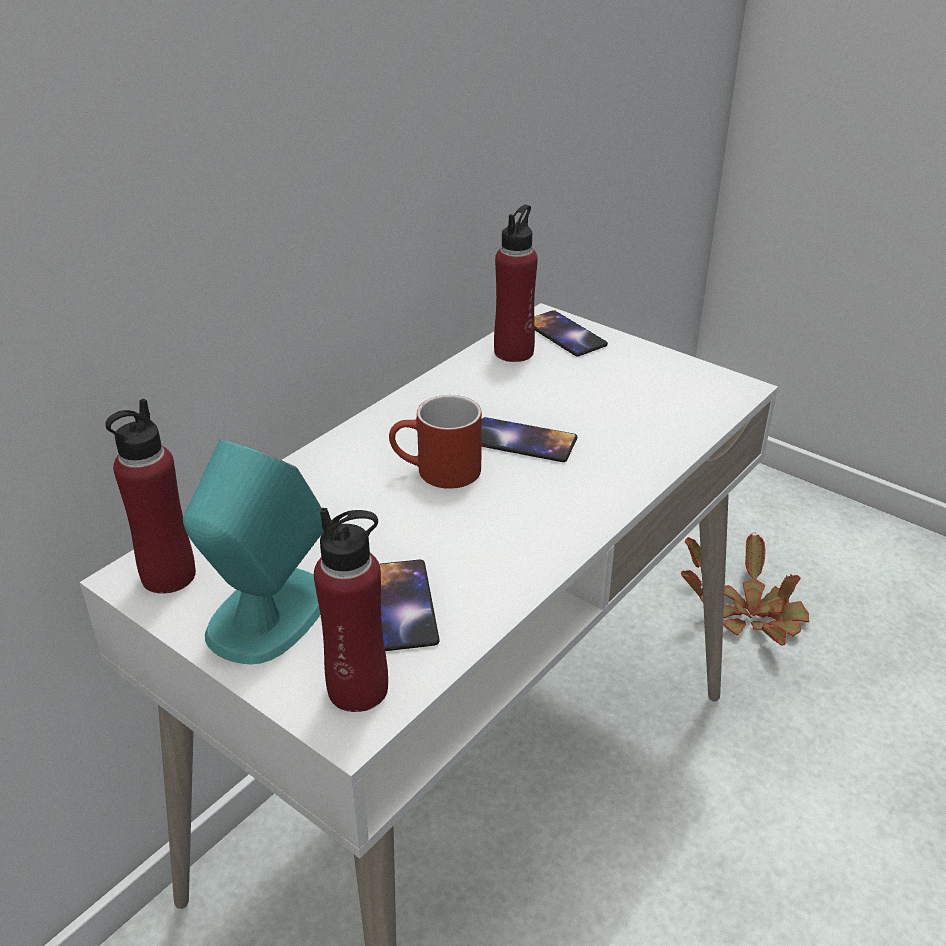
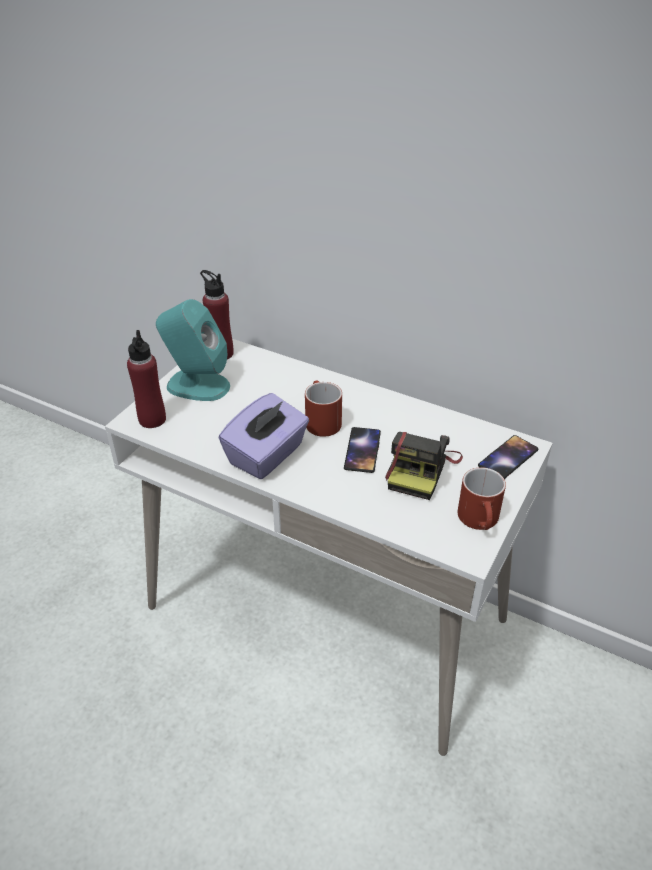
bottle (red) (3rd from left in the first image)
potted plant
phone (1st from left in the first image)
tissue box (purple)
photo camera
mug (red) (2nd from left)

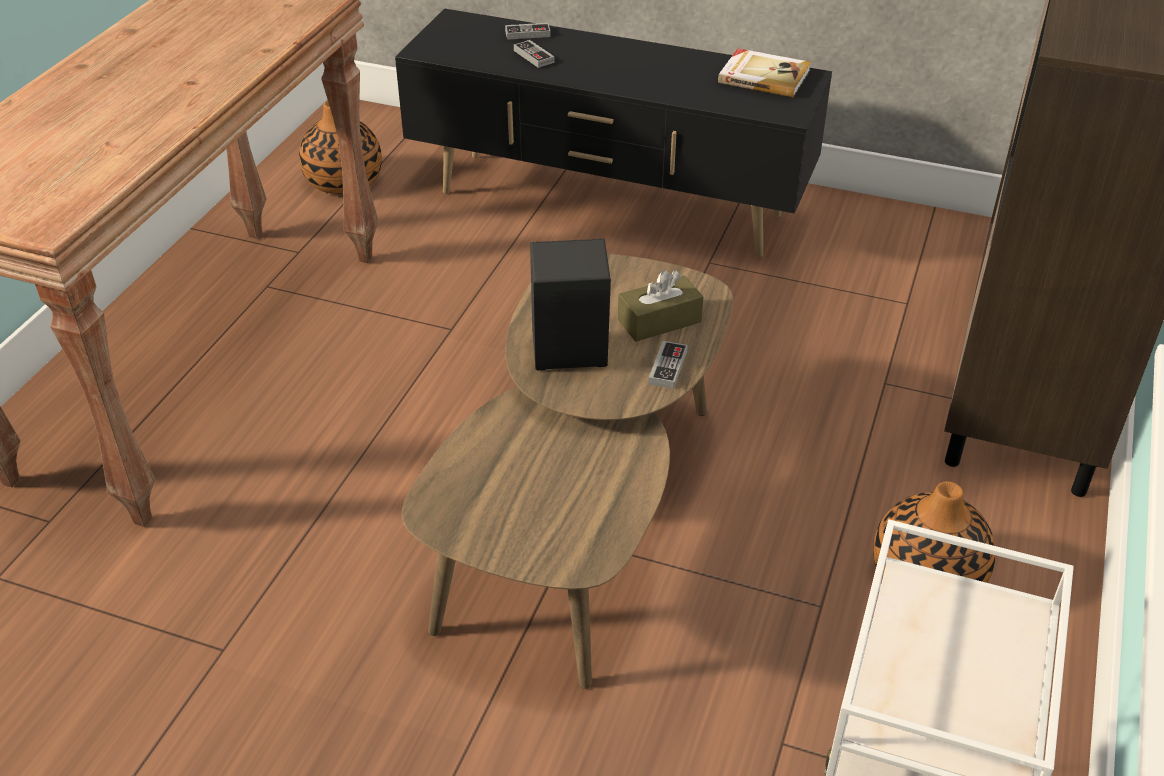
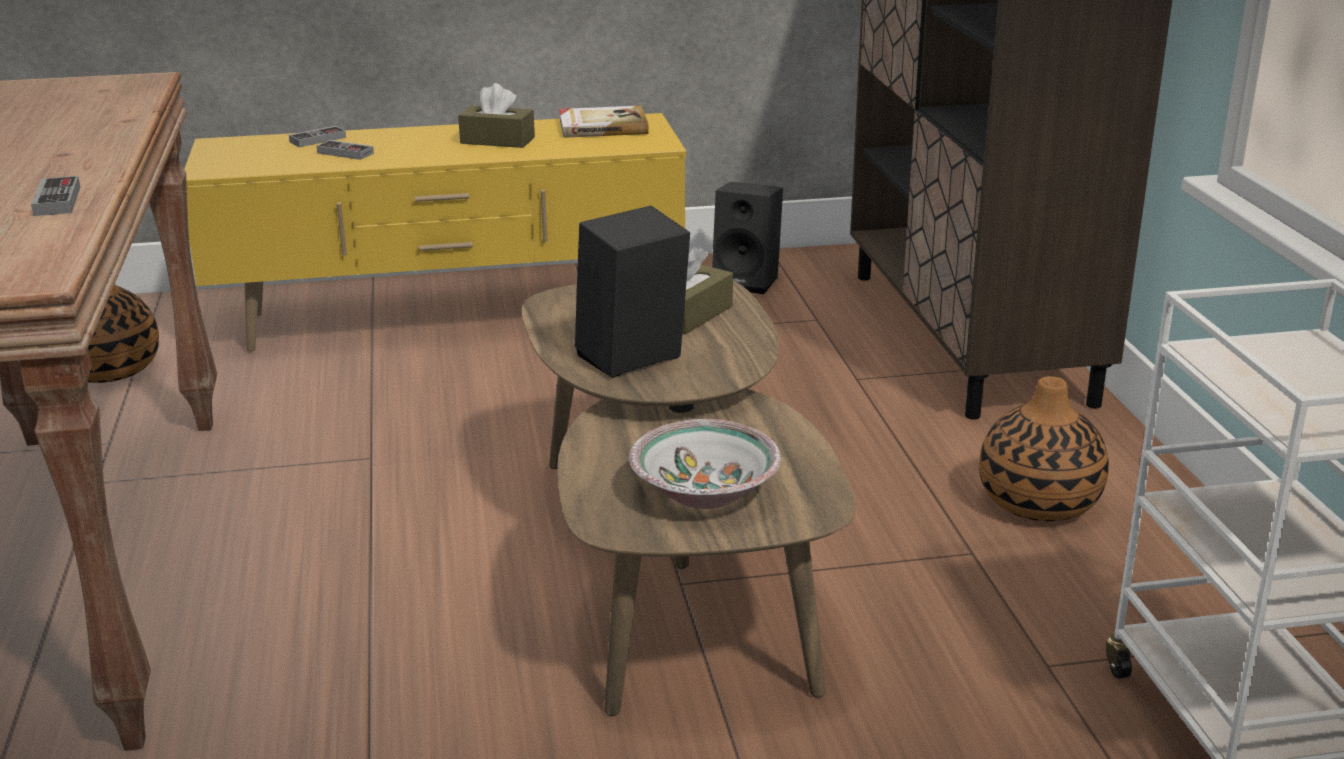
tv stand (yellow)
game controller (1st from left)
tissue box (brown) (1st from left)
speaker (black) (2nd from left)
bowl

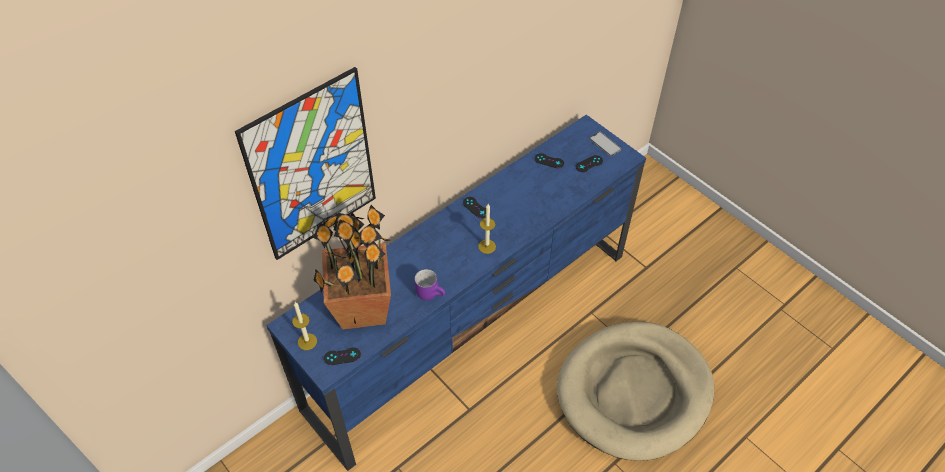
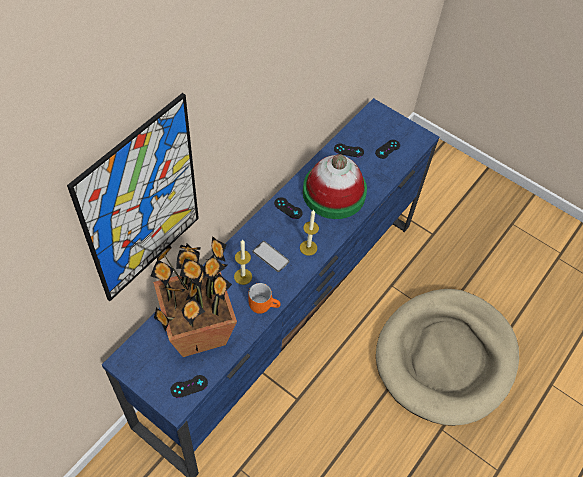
phone
mug (orange)
candle (1st from left)
hat

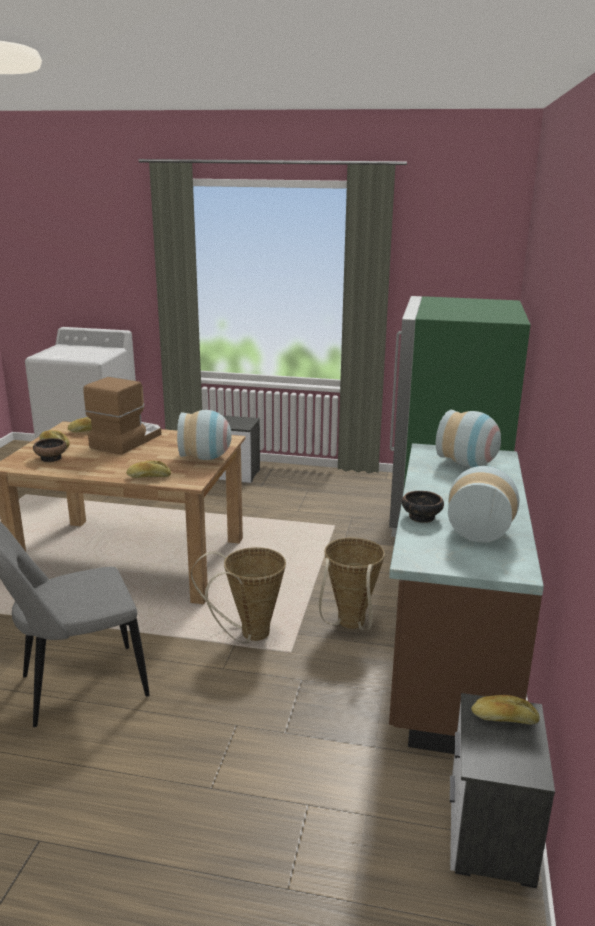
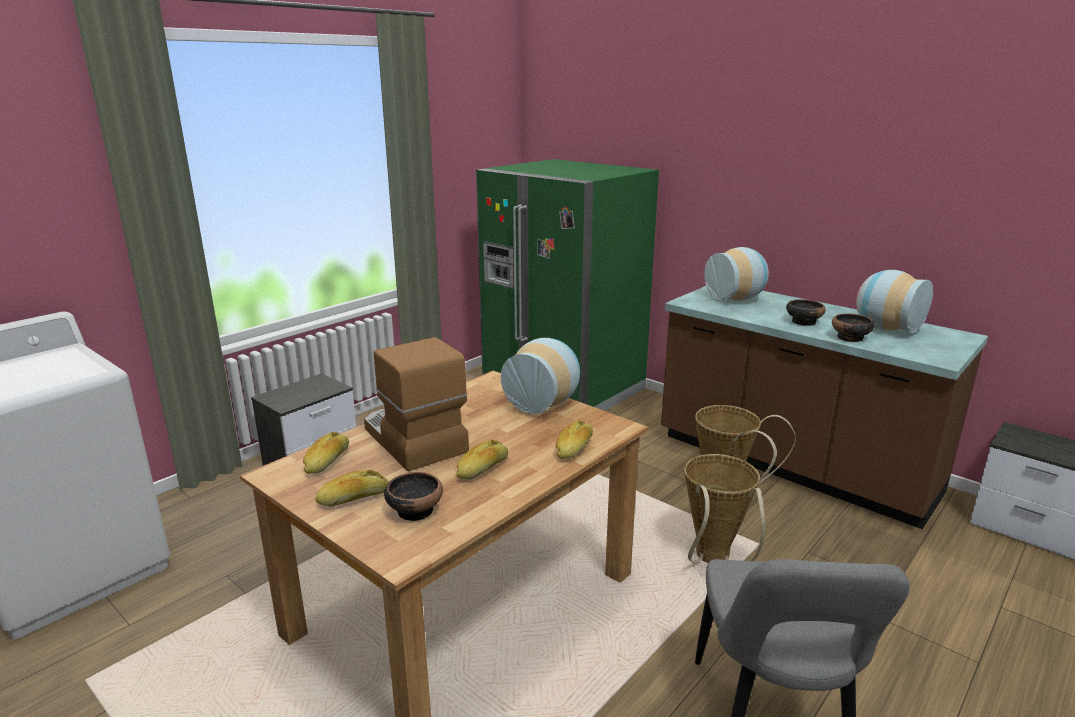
bread (3rd from left)
bowl (2nd from left)

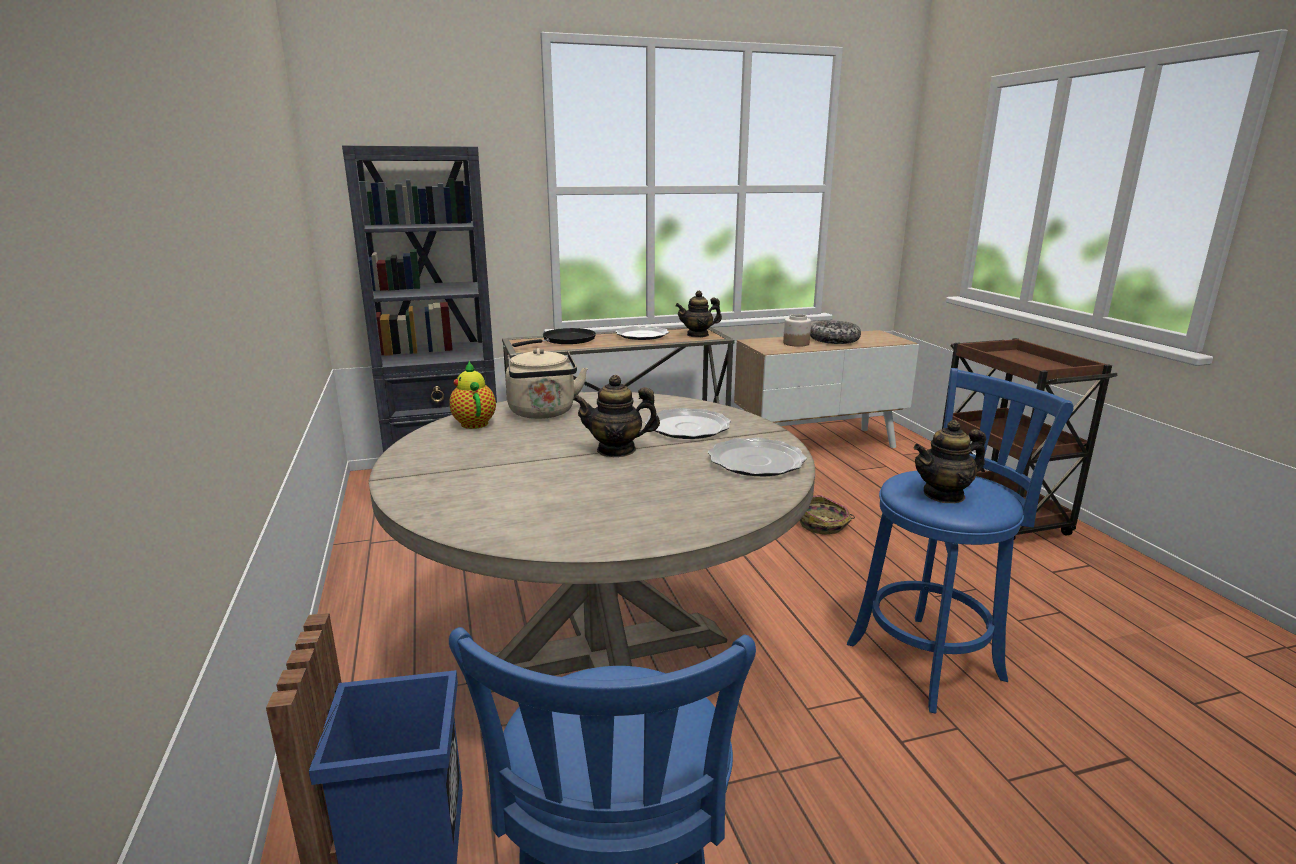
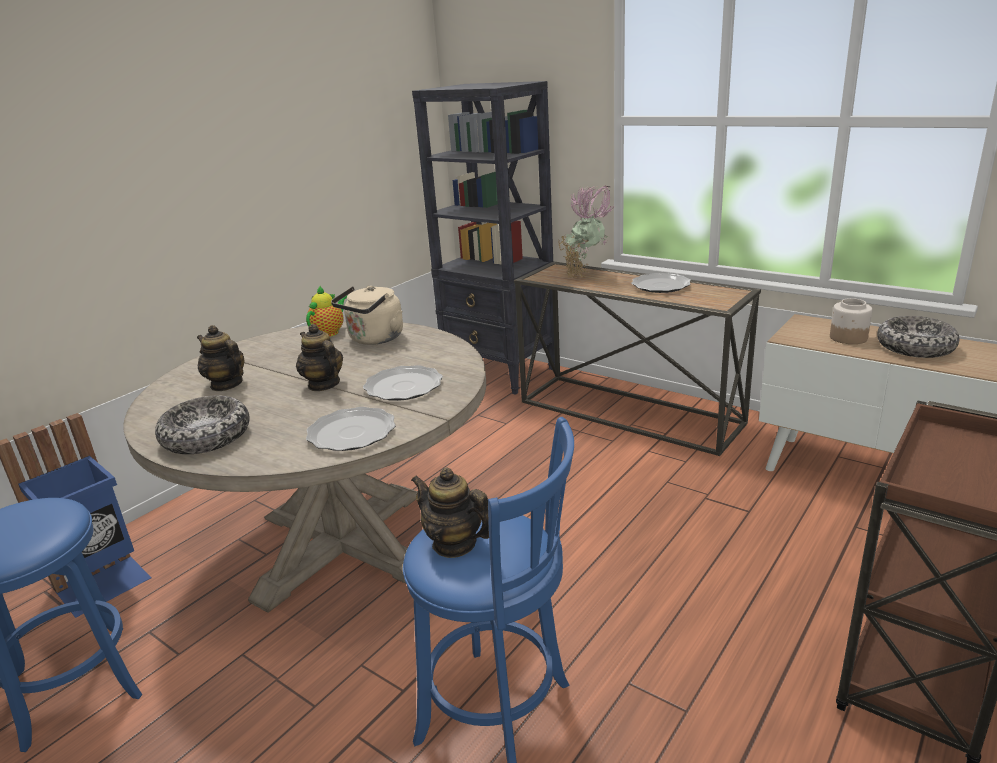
teapot (1st from left)
potted plant
basket
bowl (1st from left)

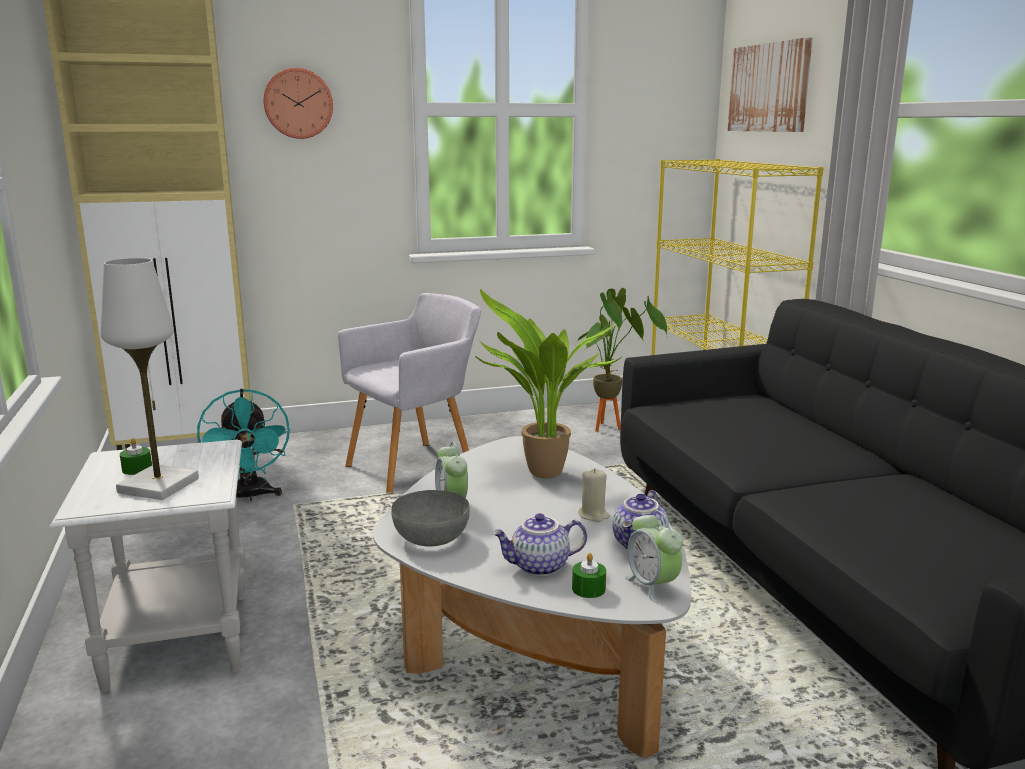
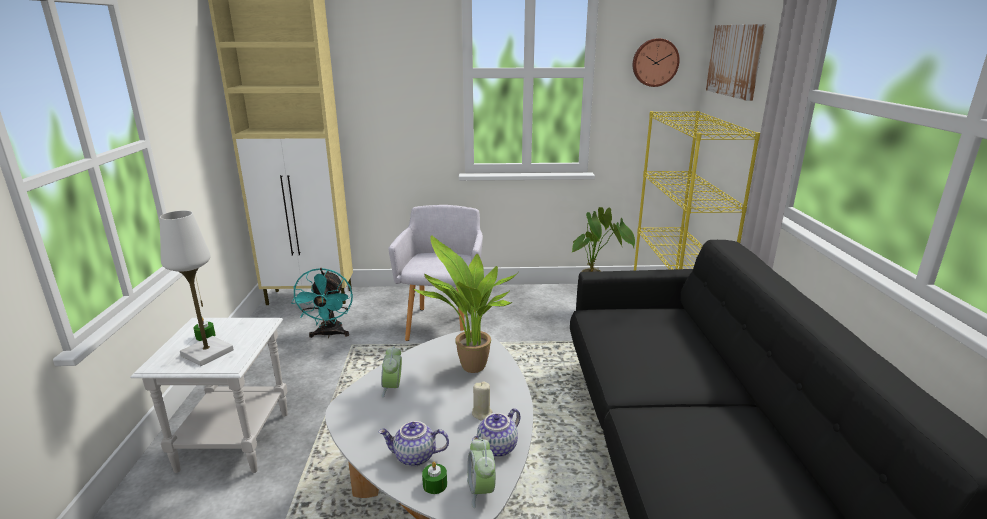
wall clock
armchair (grey)
bowl (grey)

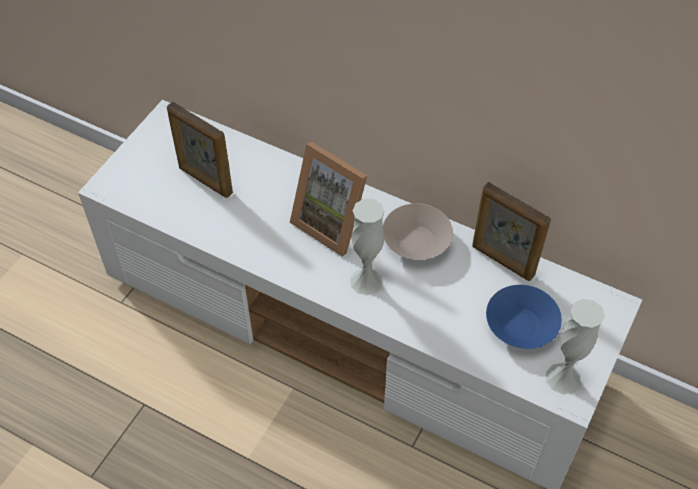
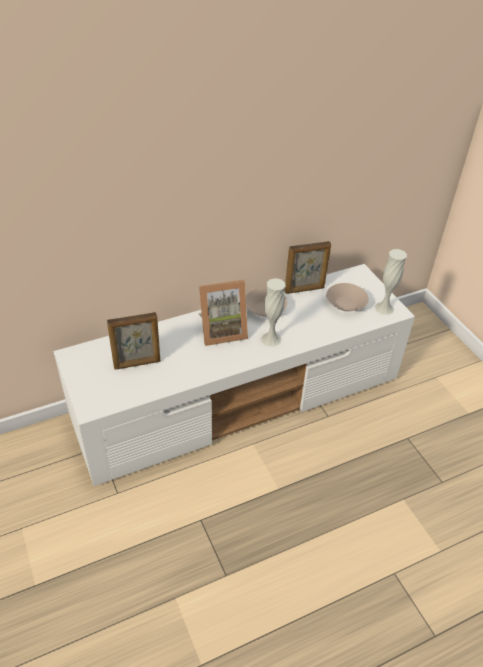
bowl (beige) (2nd from left)

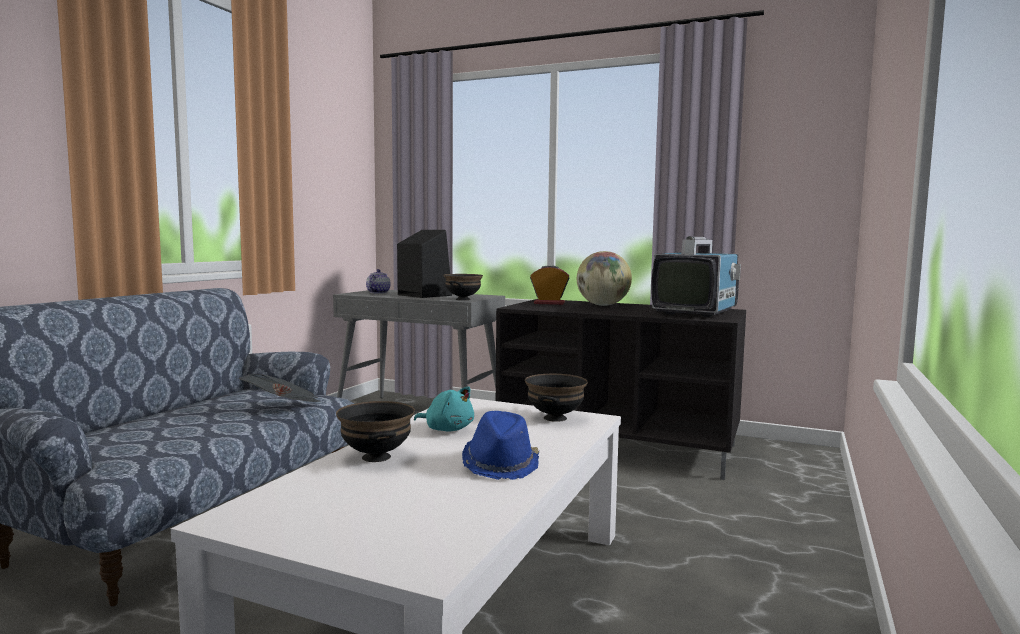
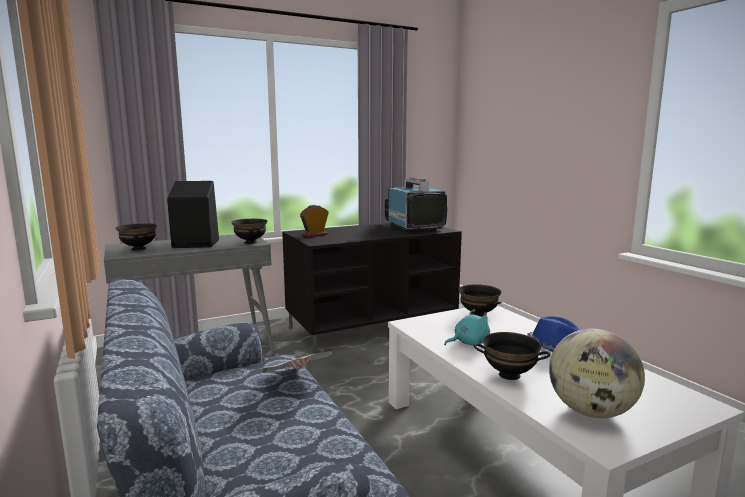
globe
bowl (black) (1st from left)

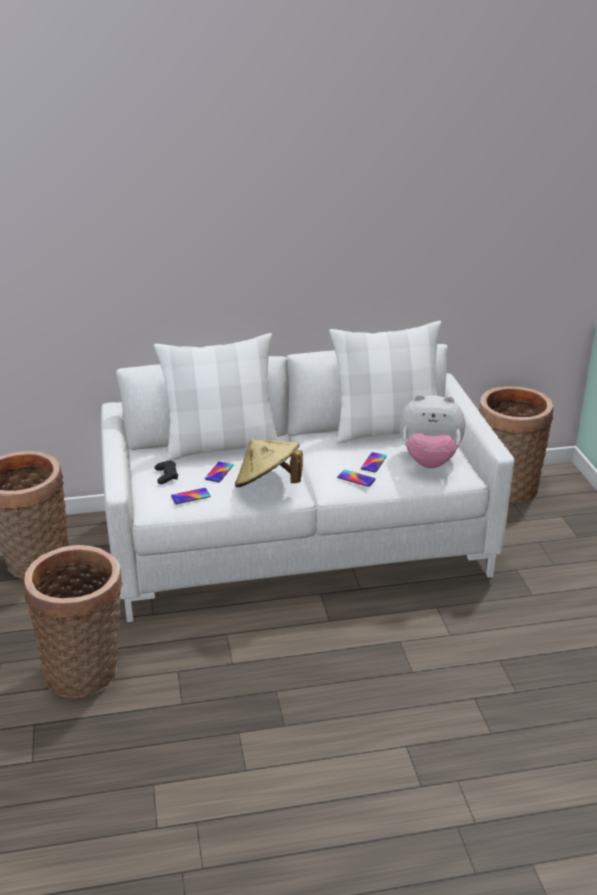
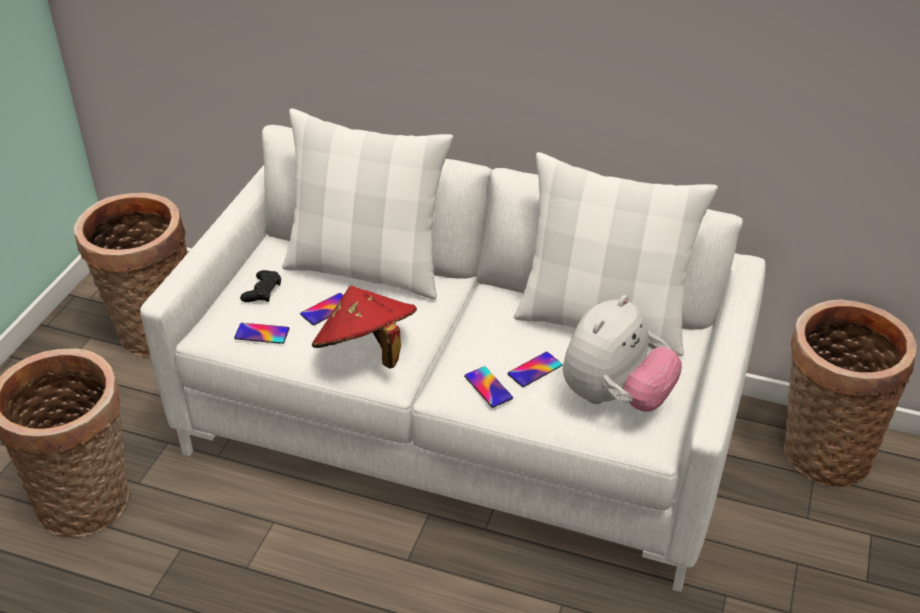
plush toy
hat (red)

